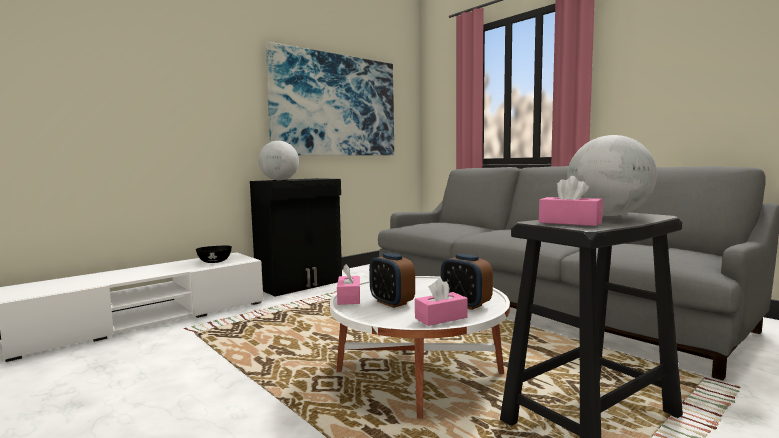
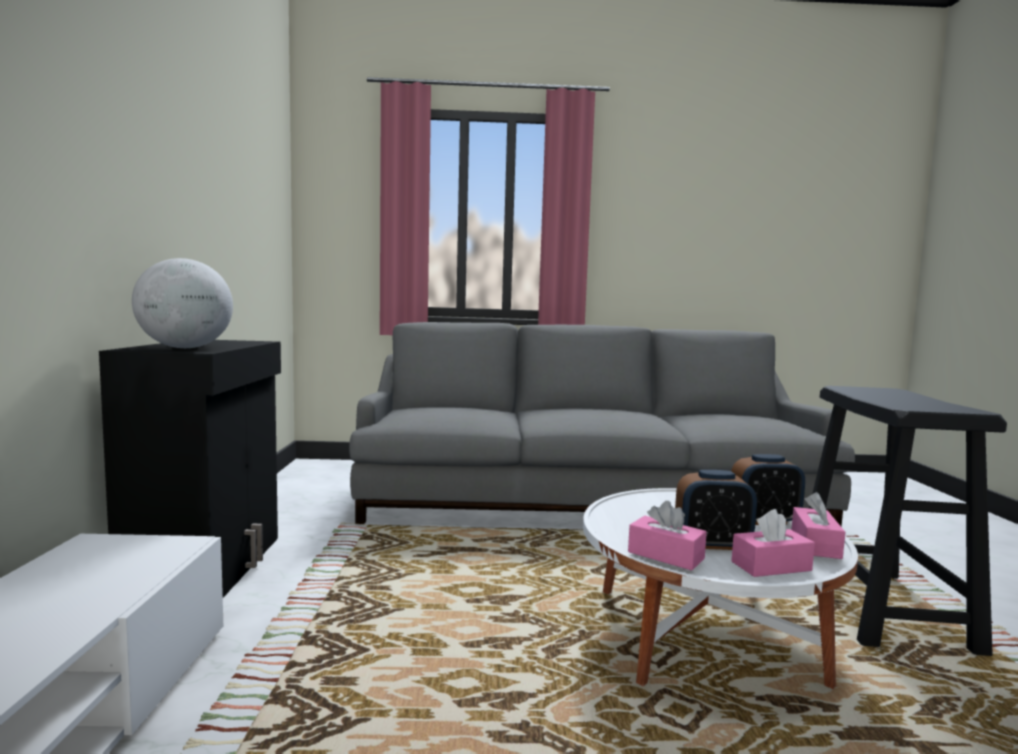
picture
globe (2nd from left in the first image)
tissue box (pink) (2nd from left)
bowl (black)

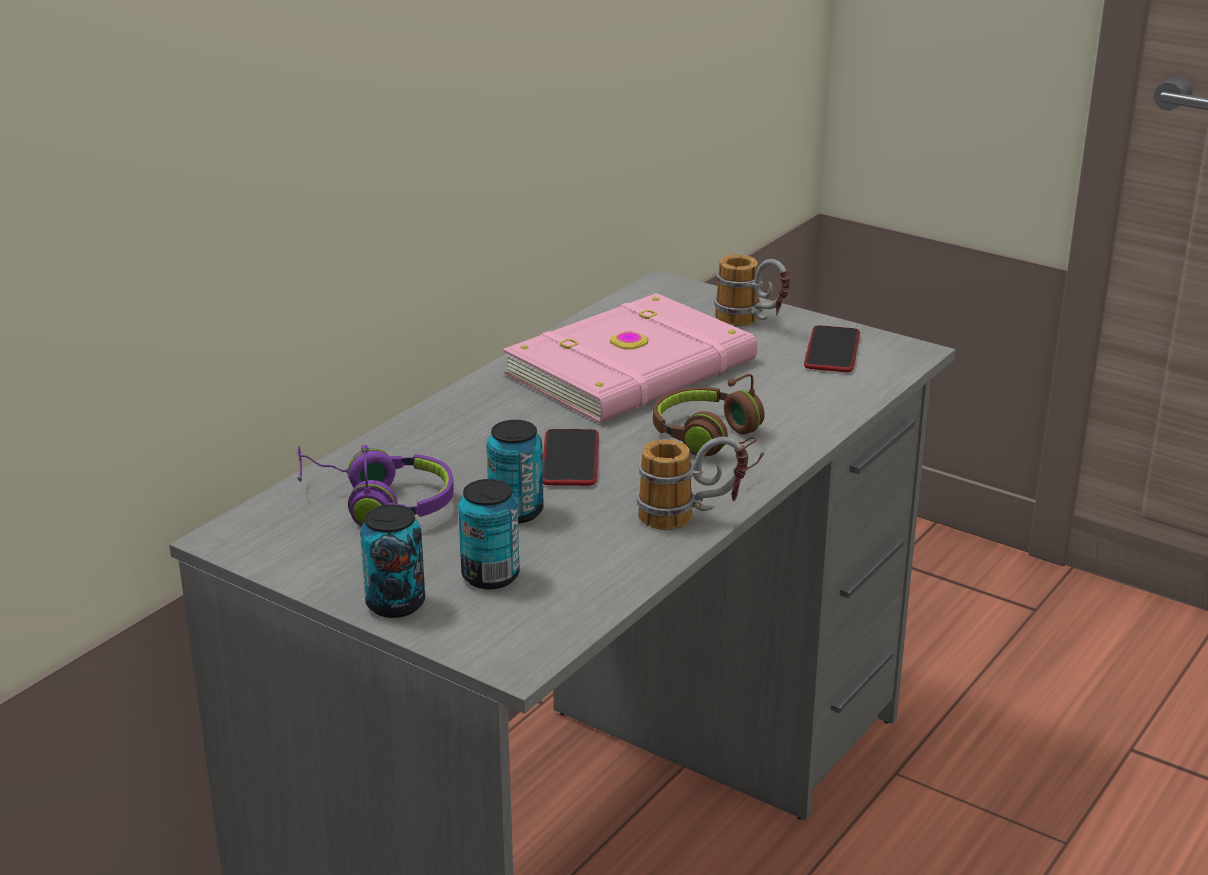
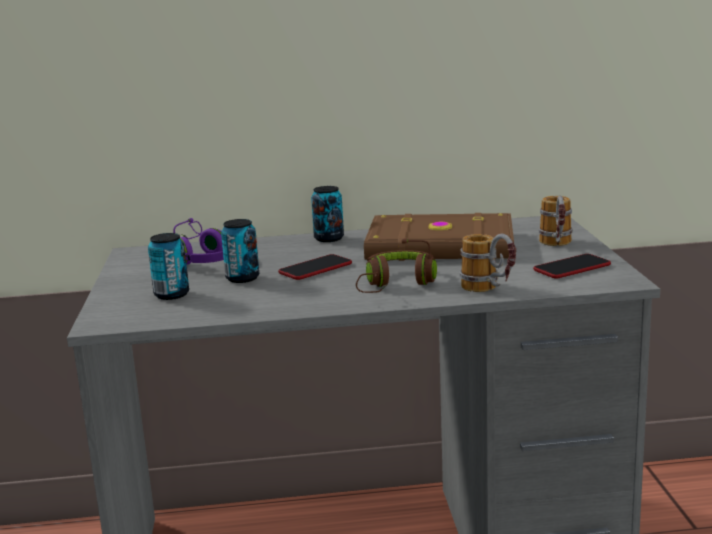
book (brown)
mug (1st from left)
can (3rd from left)

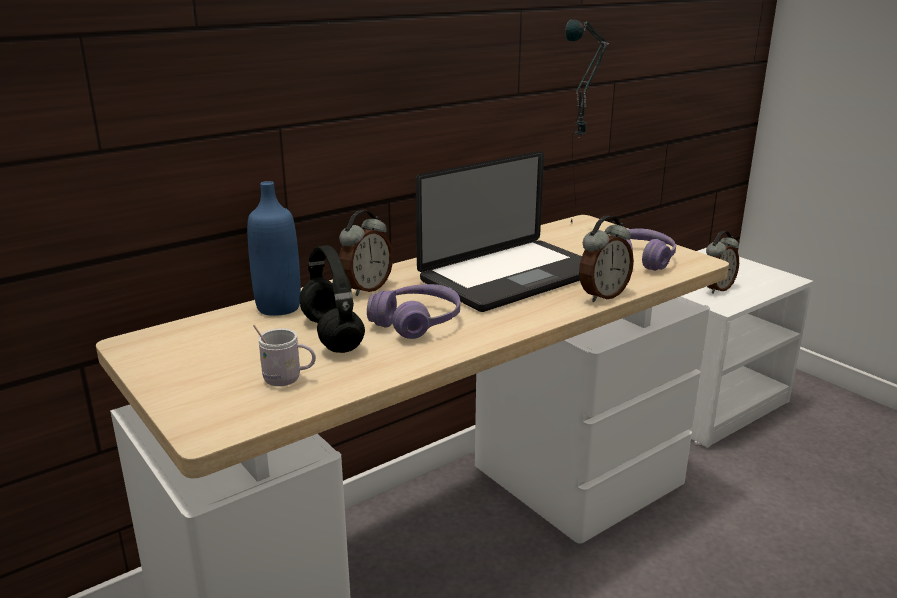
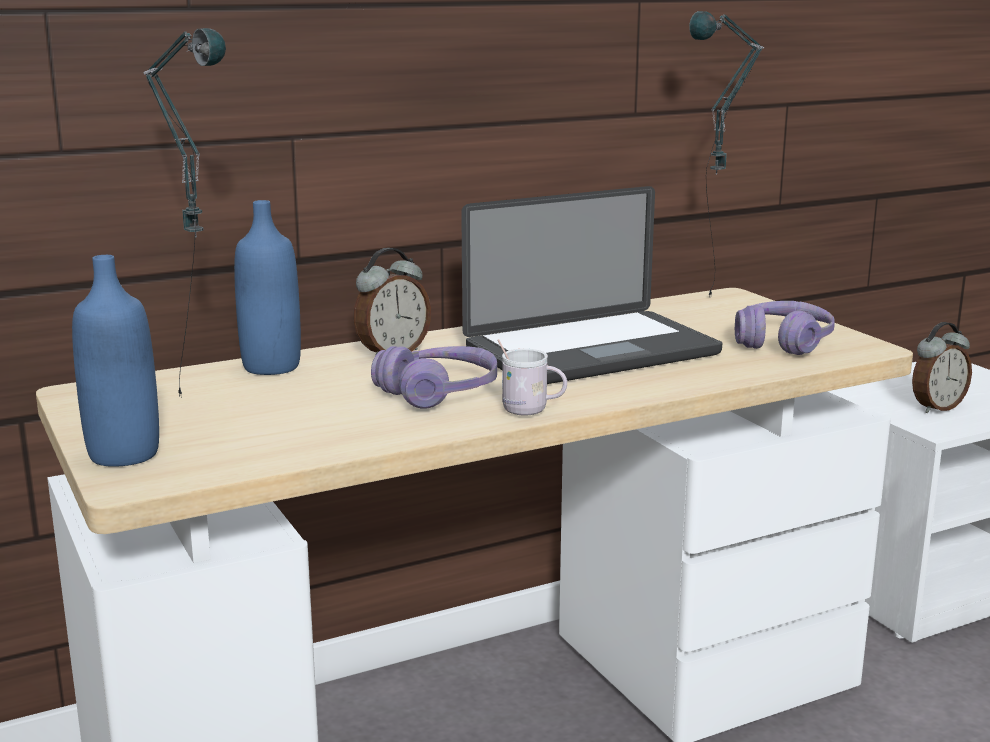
alarm clock (2nd from left in the first image)
headphones (black)
mug (white)
table lamp (1st from left)
bottle (blue) (1st from left)

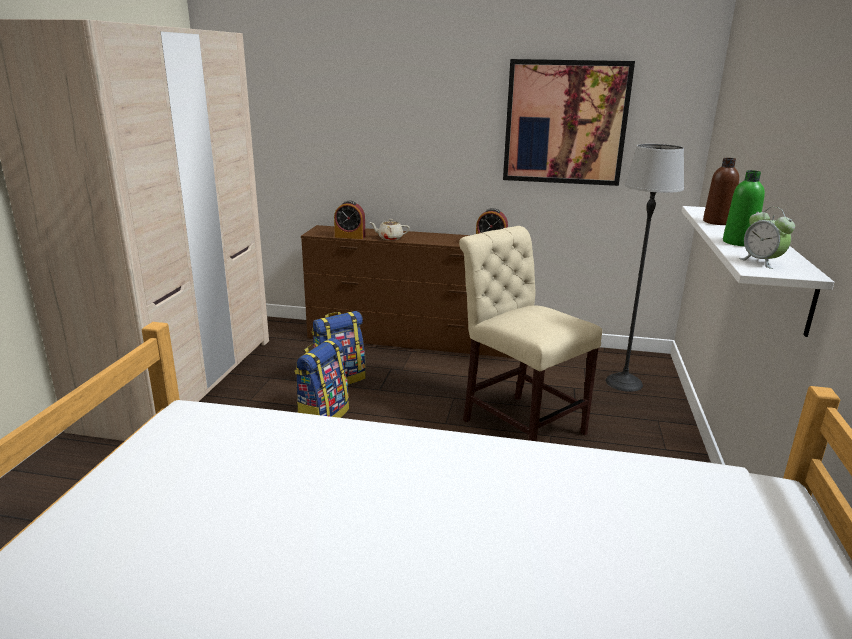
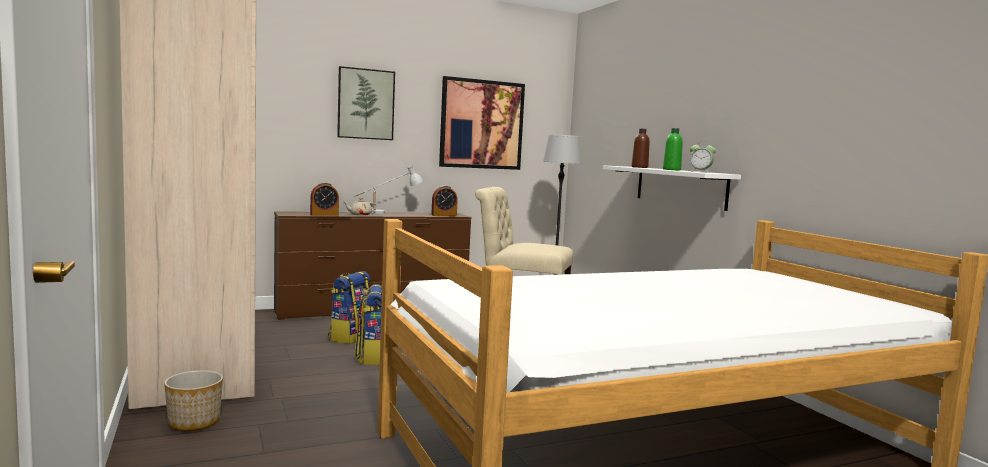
picture (1st from left)
table lamp (white)
planter

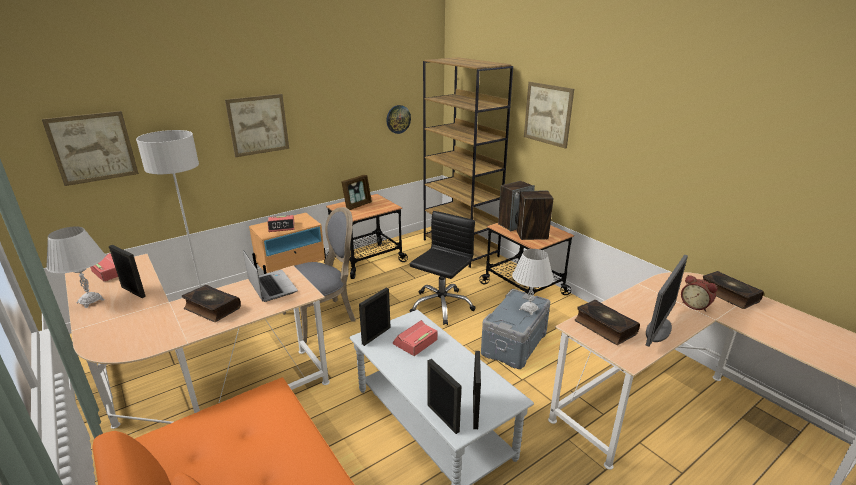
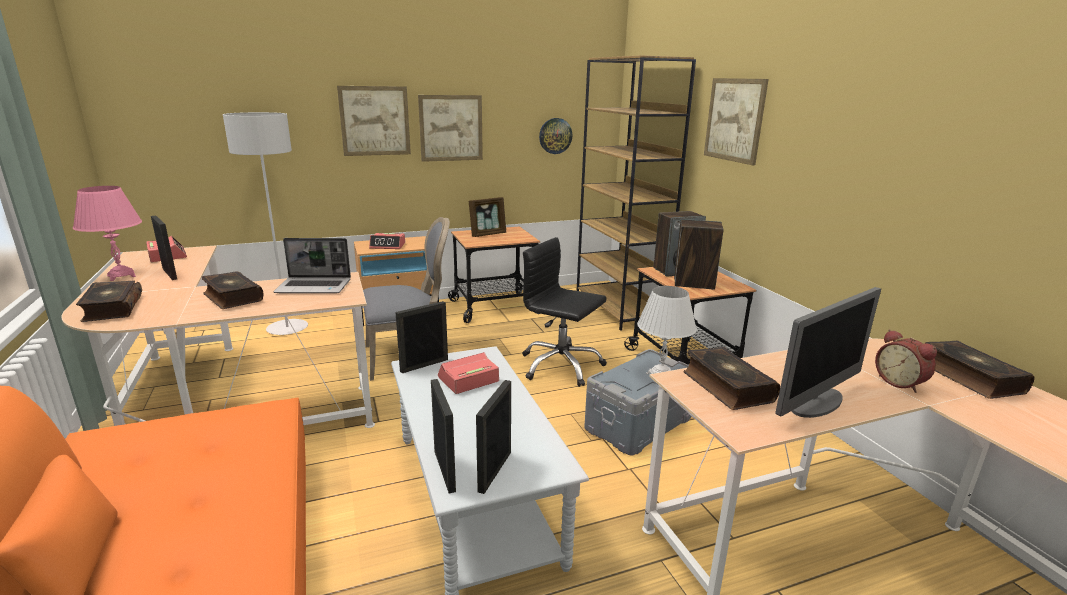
picture (2nd from left)
office chair (black)
table lamp (pink)
laptop
book (1st from left)

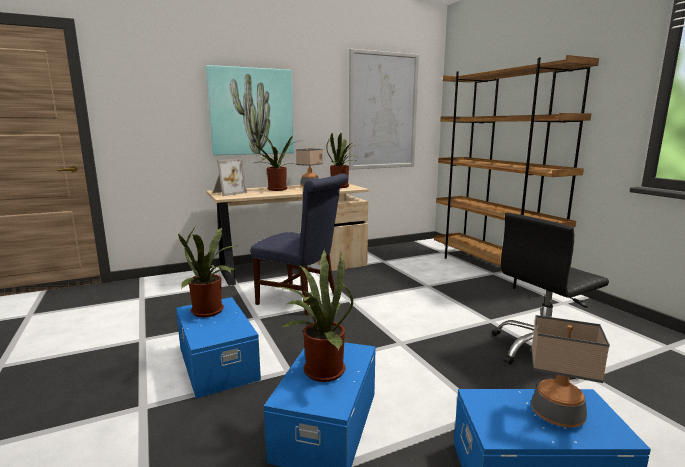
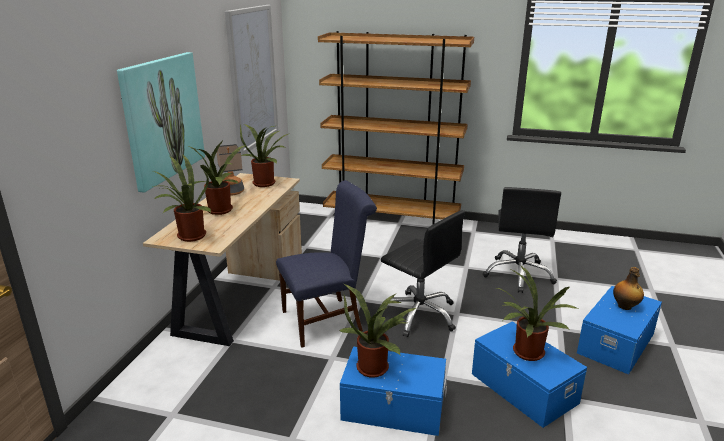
potted plant (1st from left)
bottle
office chair (black) (1st from left)

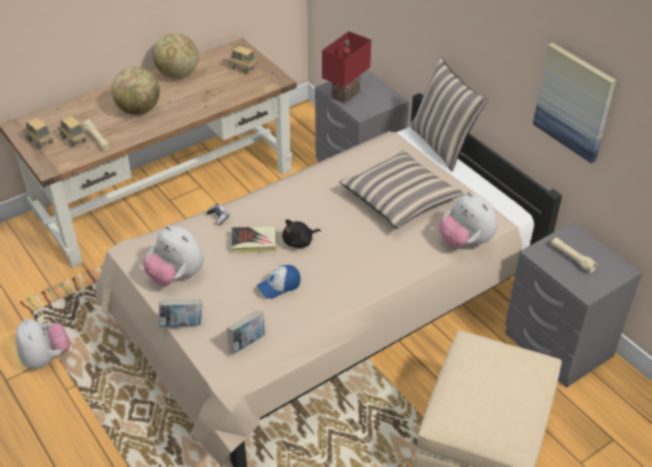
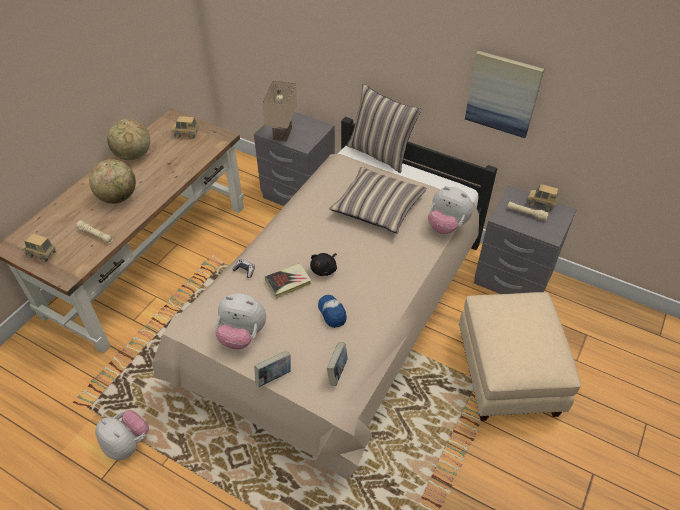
table lamp (beige)
toy truck (3rd from left)
cap

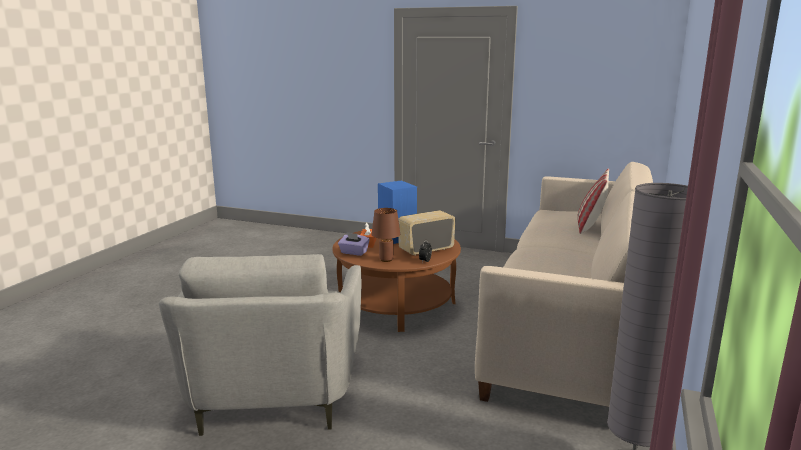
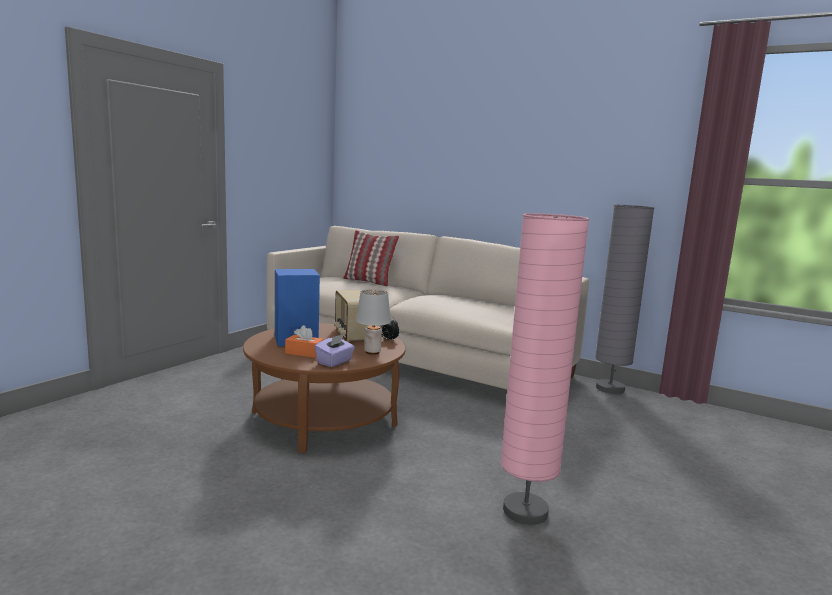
table lamp (grey)
floor lamp (pink)

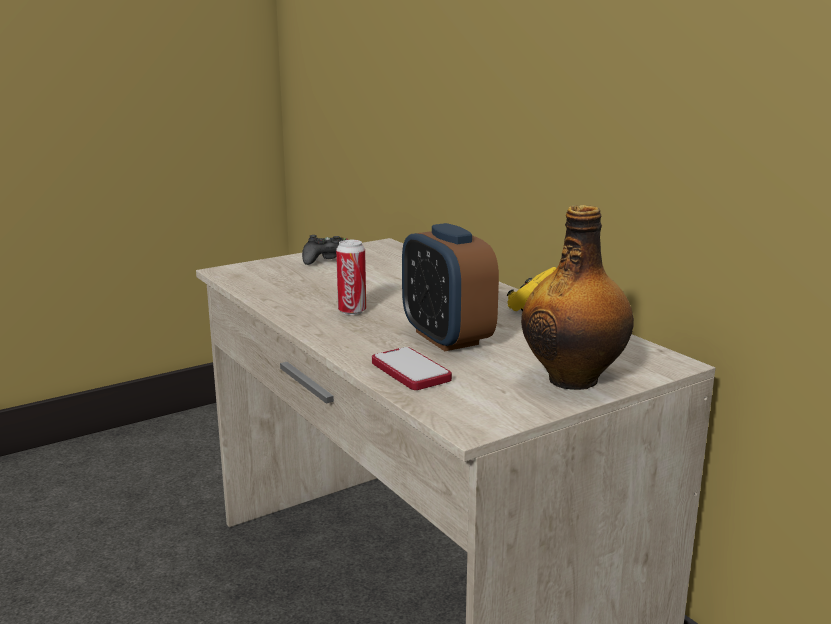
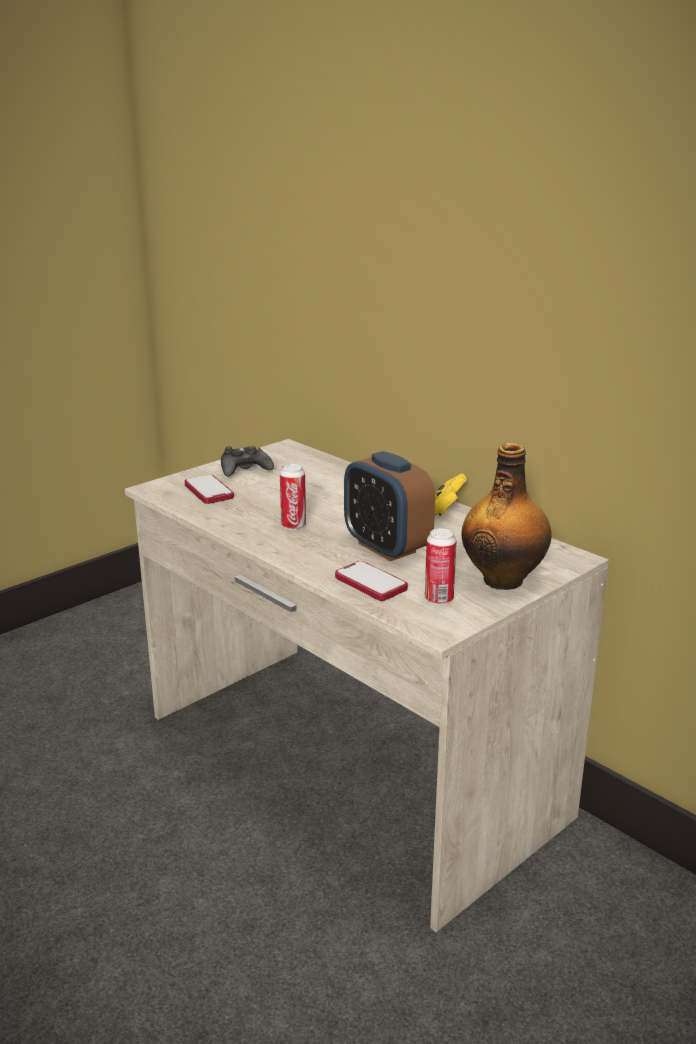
phone (1st from left)
can (2nd from left)

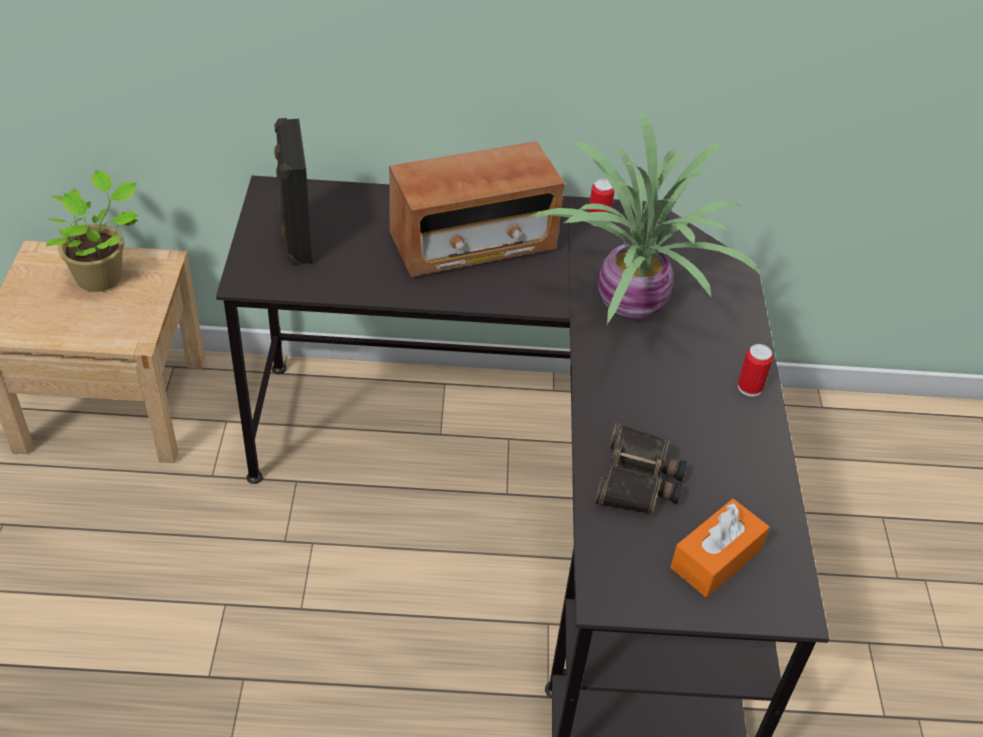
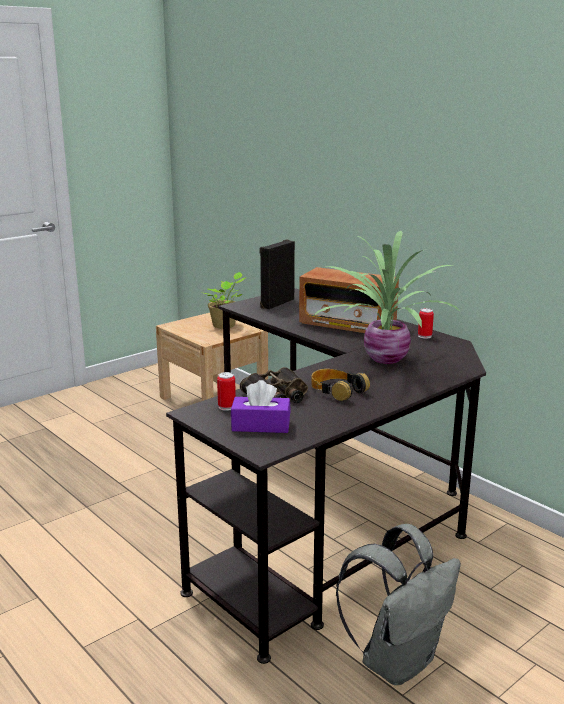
can (1st from left)
tissue box (purple)
headphones
backpack (grey)

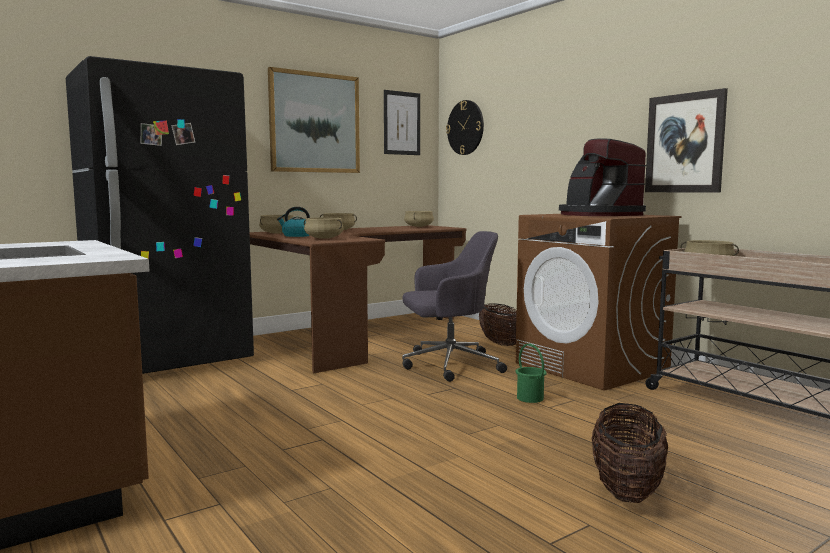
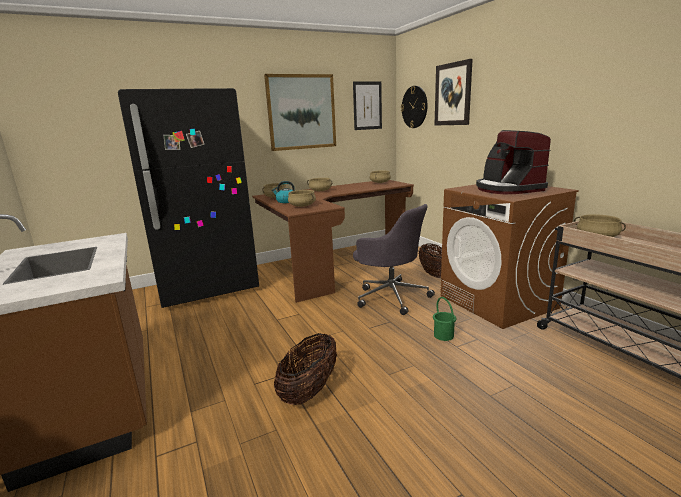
picture (3rd from left)
office chair (grey)
basket (1st from left)

